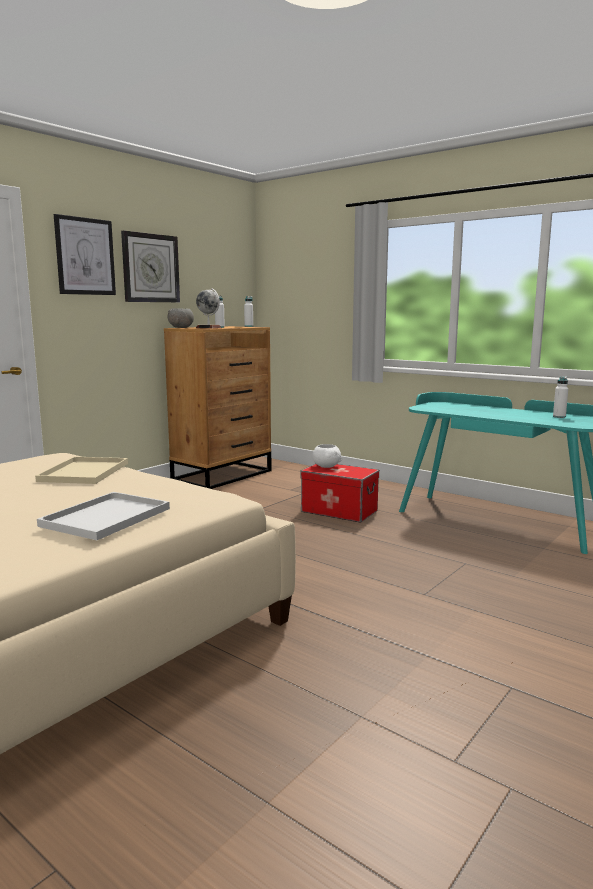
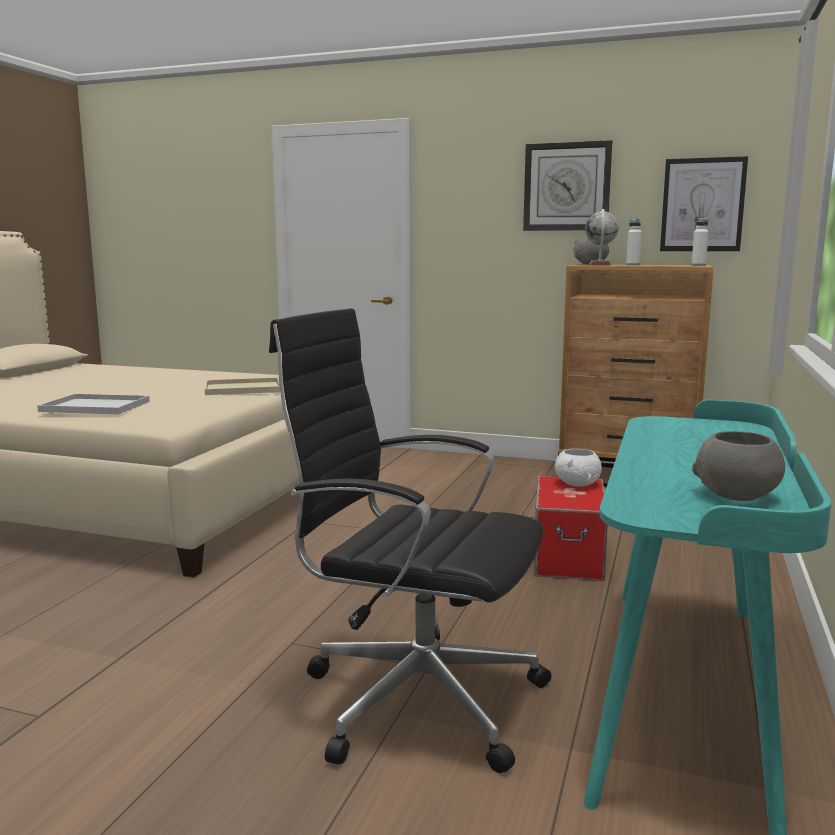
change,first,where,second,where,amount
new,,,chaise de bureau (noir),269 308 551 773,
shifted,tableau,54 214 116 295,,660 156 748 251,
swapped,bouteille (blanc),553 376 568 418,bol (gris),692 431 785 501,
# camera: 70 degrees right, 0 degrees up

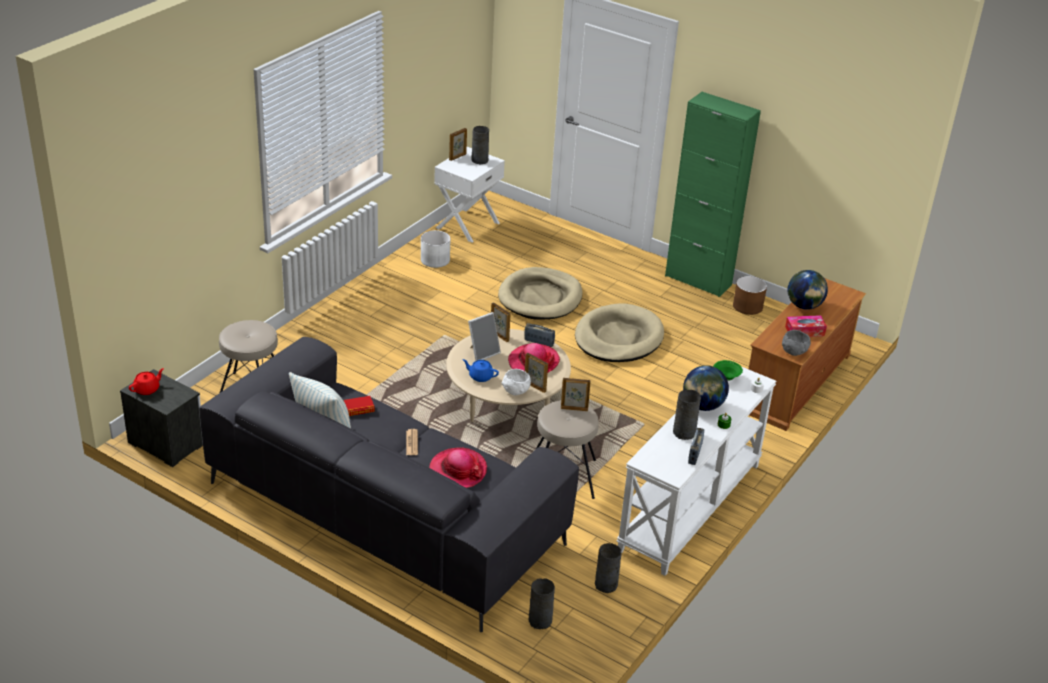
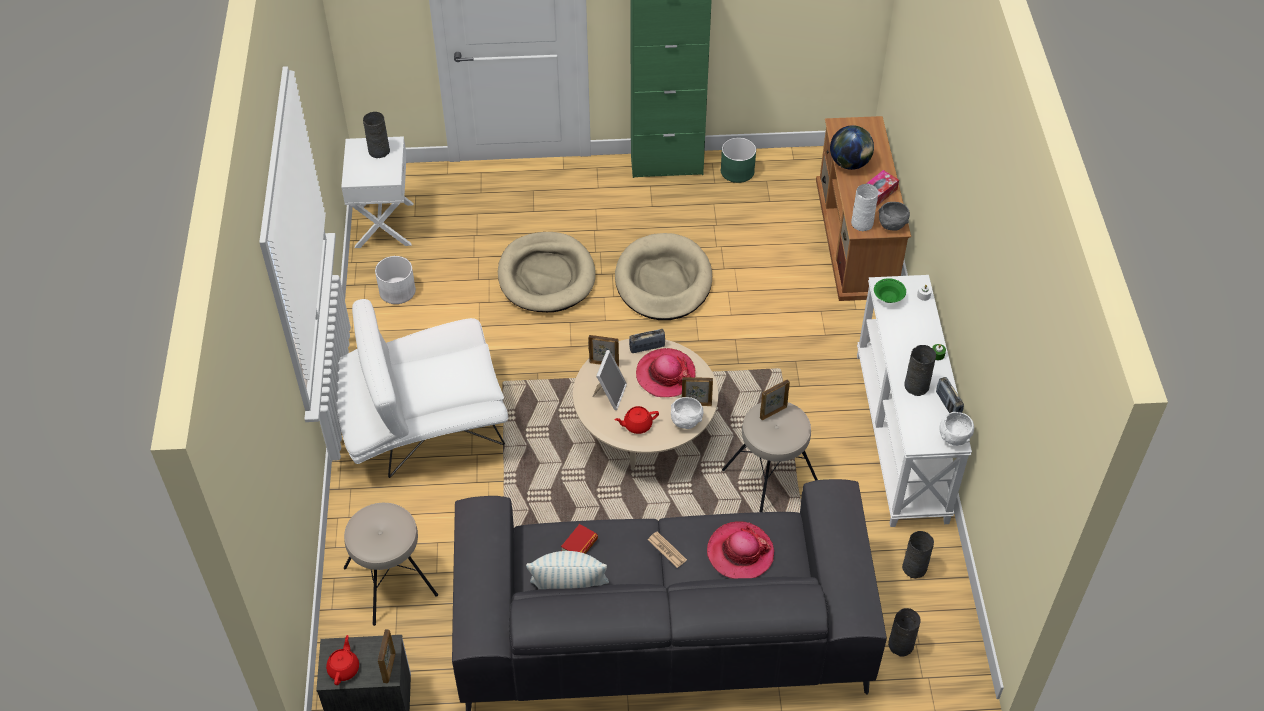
change,first,where,second,where,amount
new,,,fauteuil (blanc),336 299 509 478,
shifted,cadre photo,449 128 467 161,,378 629 396 683,
repainted,théière (bleu),462 359 499 382,théière (rouge),614 406 659 434,
repainted,cache-pot (marron),733 276 767 315,cache-pot (vert),721 137 756 183,
new,,,vase (blanc),851 184 878 231,
new,,,bol (blanc),939 412 974 446,
gone,globe,683 365 729 411,,,
# camera: 35 degrees left, 15 degrees up

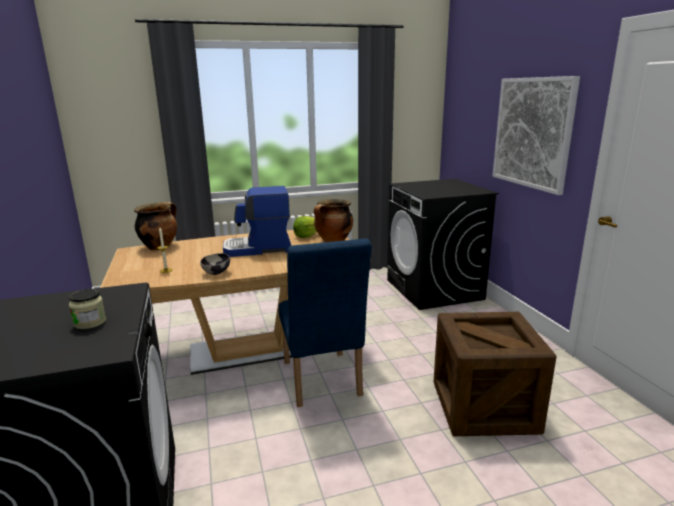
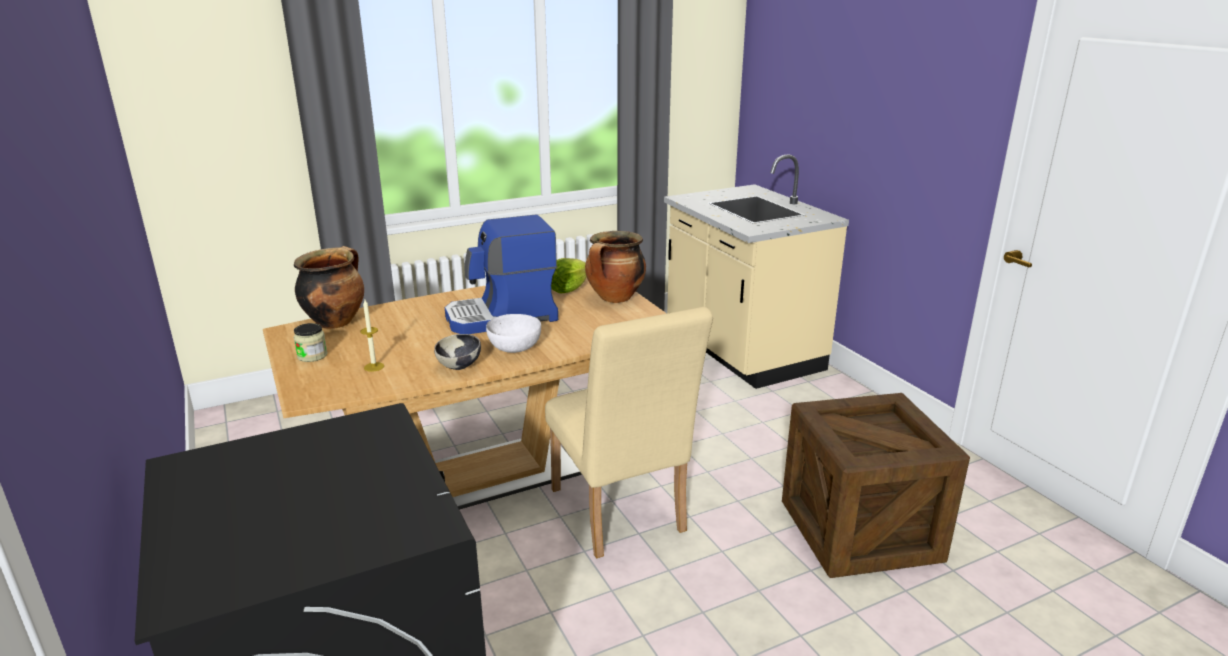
change,first,where,second,where,amount
shifted,bocal,69 289 106 329,,293 323 328 362,
new,,,bol (blanc),486 314 541 353,
repainted,chaise (bleu),278 238 372 407,chaise (beige),545 307 713 558,
swapped,lave-linge (noir),387 179 499 310,comptoir de cuisine (beige),664 154 849 389,
gone,tableau,493 76 580 195,,,
# camera: 10 degrees left, 5 degrees up

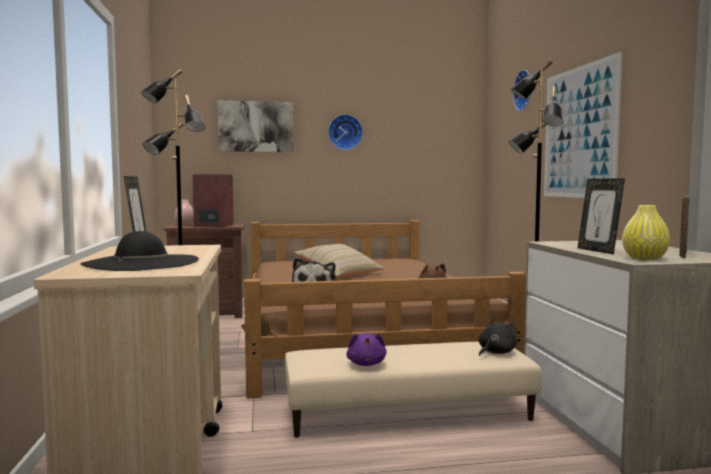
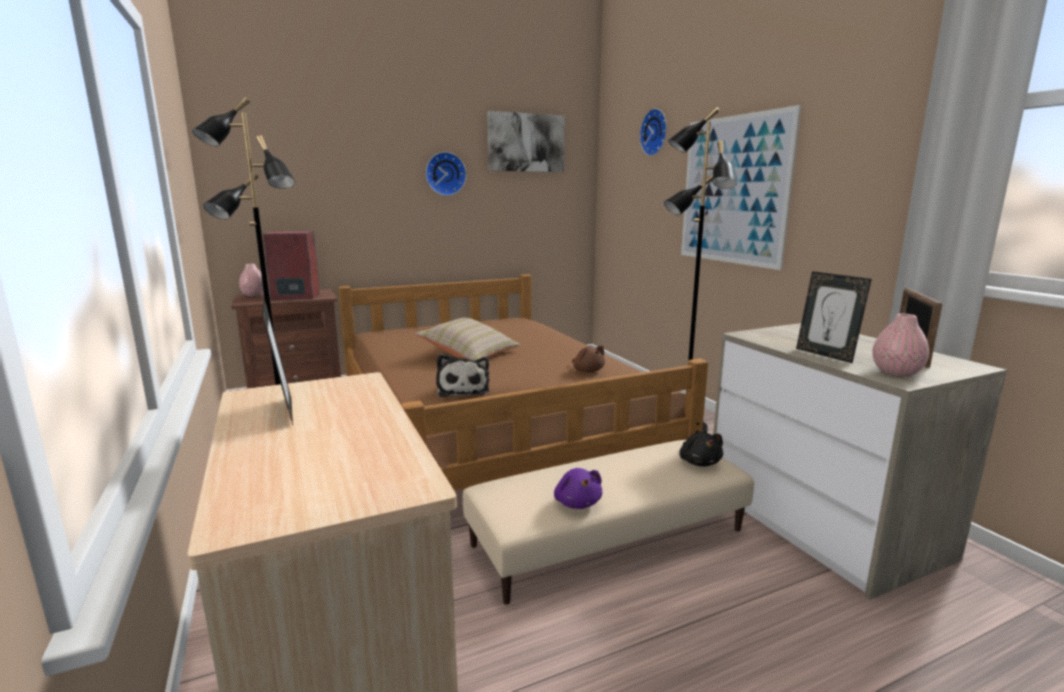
change,first,where,second,where,amount
shifted,tableau,217 101 294 152,,487 111 565 172,
rotated,peluche (noir),478 318 517 356,,679 432 723 467,135 degrees clockwise
repainted,vase (jaune),622 205 670 260,vase (rose),872 314 929 377,
gone,chapeau (noir),81 231 199 271,,,
# camera: 15 degrees left, 10 degrees up

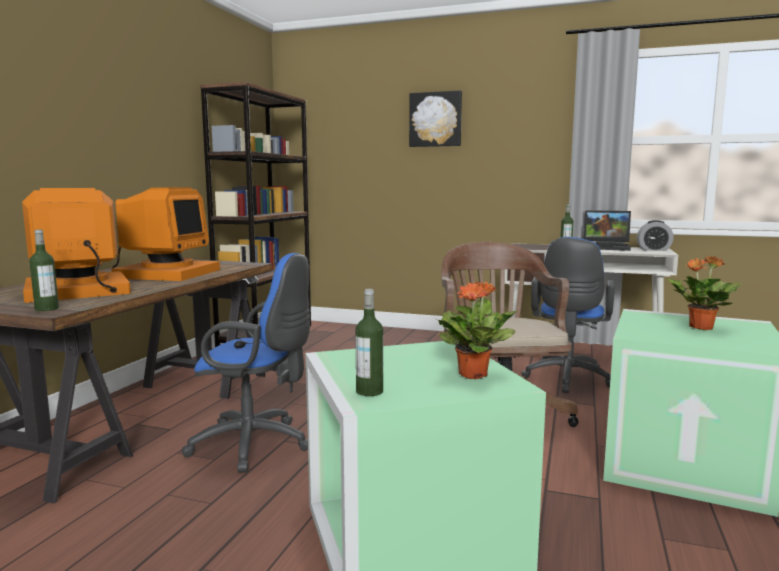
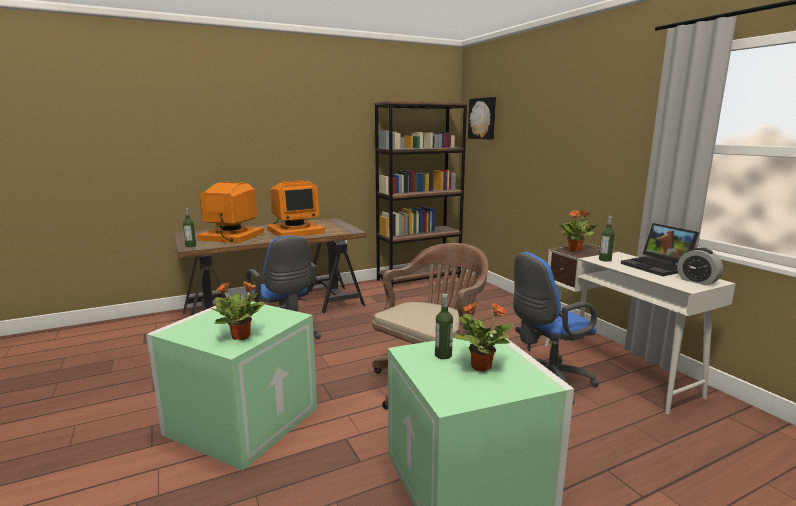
change,first,where,second,where,amount
shifted,bouteille,355 289 383 396,,435 294 453 359,
shifted,tableau,409 90 462 147,,468 97 496 140,
new,,,plante en pot,558 210 599 252,
# camera: 45 degrees right, 5 degrees up

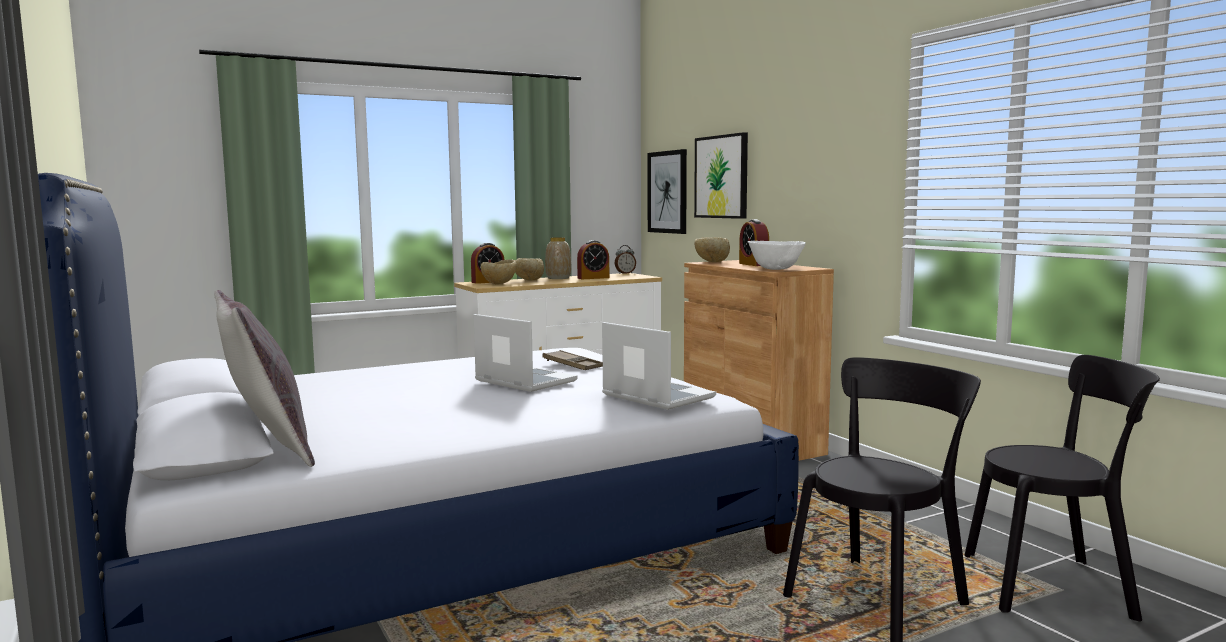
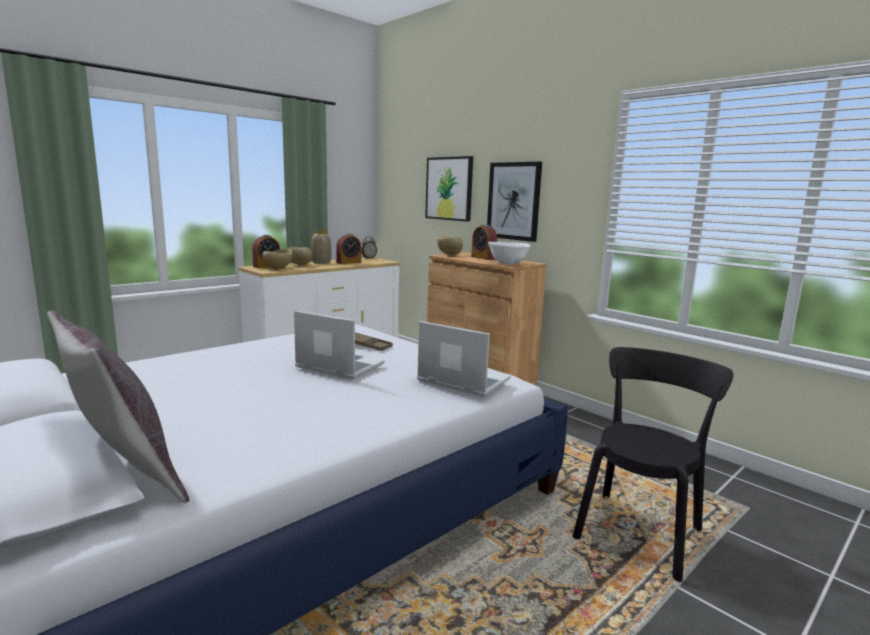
change,first,where,second,where,amount
shifted,tableau,647 149 687 234,,487 162 542 242,
gone,chaise (noir),965 355 1160 622,,,
# camera: 15 degrees left, 5 degrees up

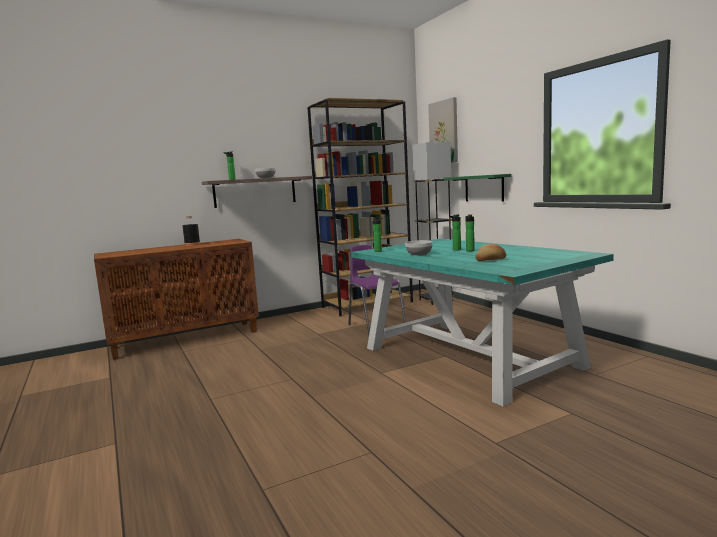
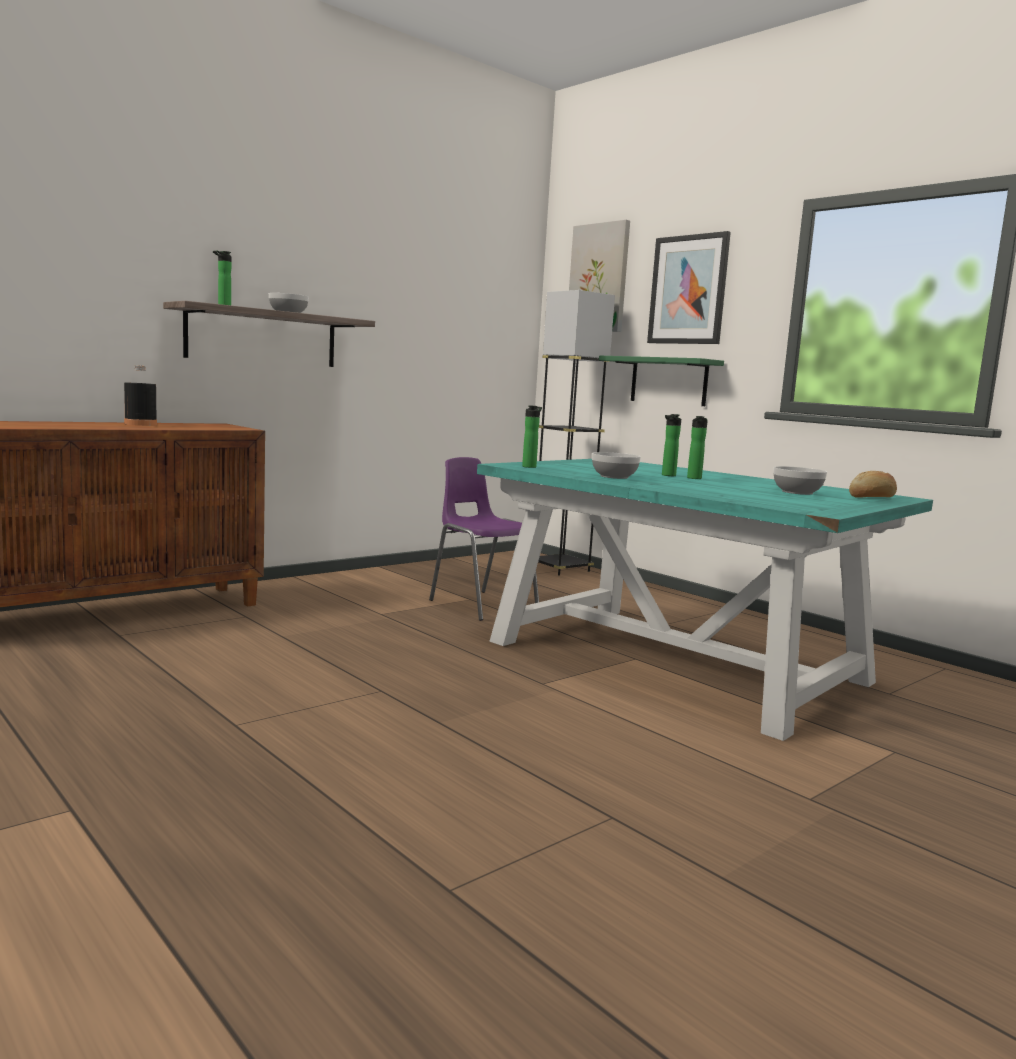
change,first,where,second,where,amount
new,,,tableau,647 231 731 344,
new,,,bol,773 466 827 495,
shifted,pain,476 244 506 261,,849 471 897 498,
gone,bibliothèque (marron),307 98 413 316,,,
# camera: 15 degrees left, 0 degrees up

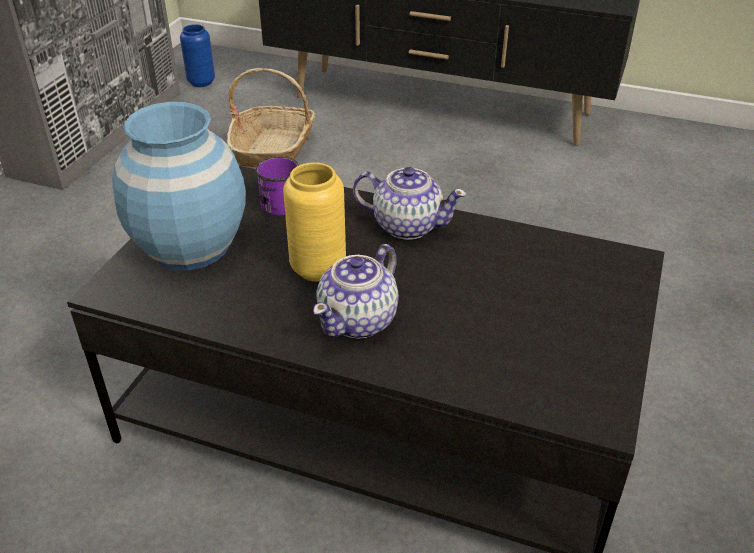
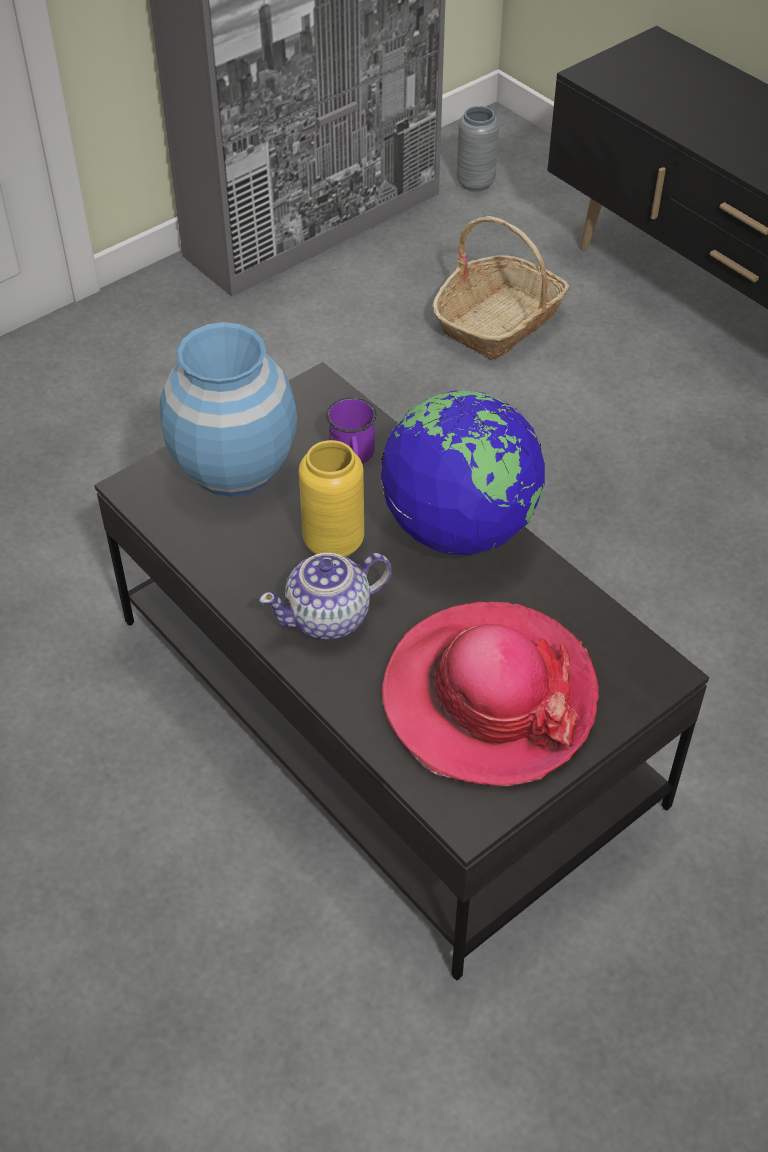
change,first,where,second,where,amount
swapped,théière,353 167 467 240,globe,380 390 545 555,
new,,,chapeau,382 601 599 786,
repainted,vase (bleu),180 24 215 87,vase (gris),456 106 499 192,
# camera: 30 degrees right, 10 degrees up

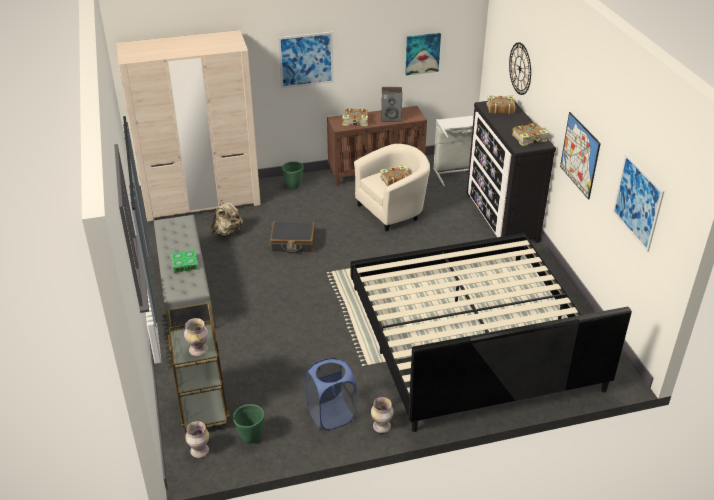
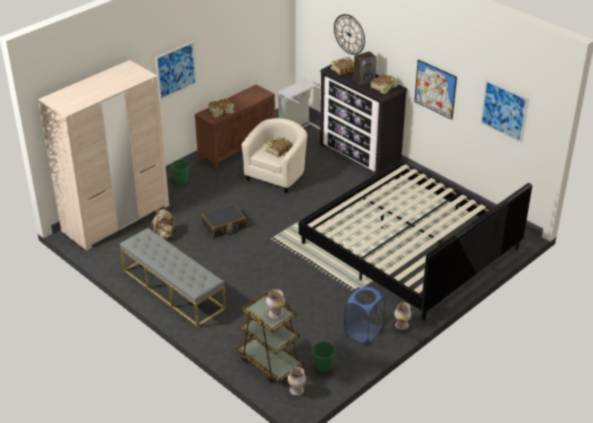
change,first,where,second,where,amount
shifted,enceinte,381 87 402 122,,354 51 377 86,
gone,livre,171 250 198 273,,,
gone,tableau,405 33 441 76,,,
# camera: 30 degrees left, 0 degrees up

